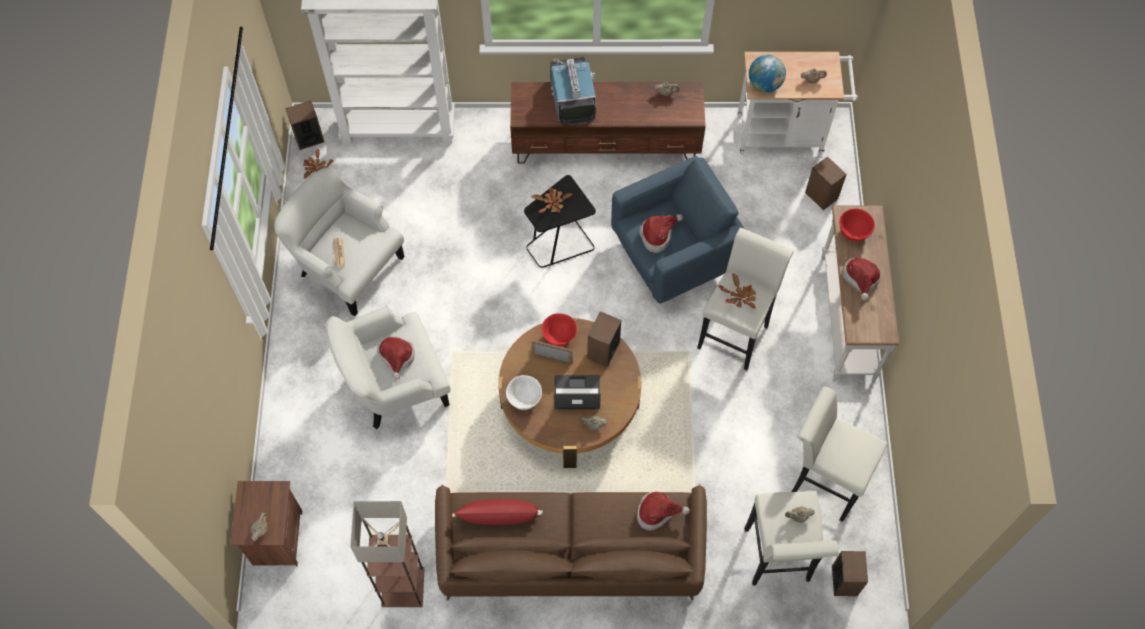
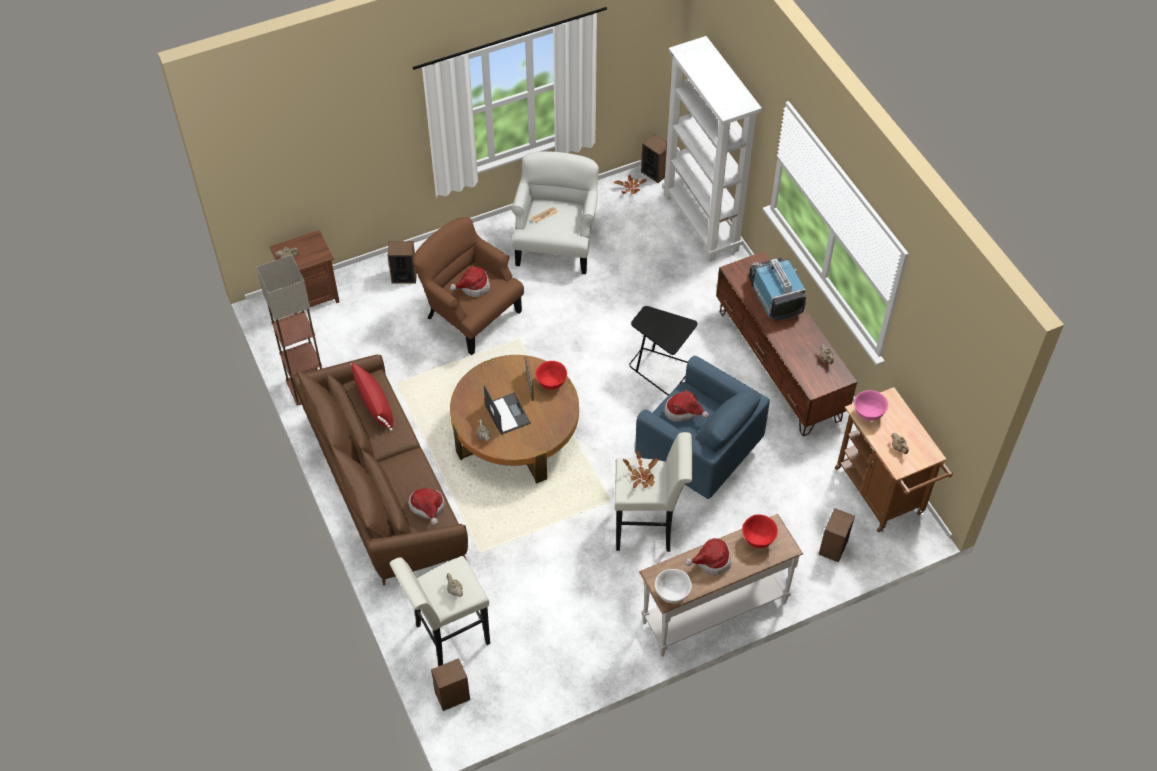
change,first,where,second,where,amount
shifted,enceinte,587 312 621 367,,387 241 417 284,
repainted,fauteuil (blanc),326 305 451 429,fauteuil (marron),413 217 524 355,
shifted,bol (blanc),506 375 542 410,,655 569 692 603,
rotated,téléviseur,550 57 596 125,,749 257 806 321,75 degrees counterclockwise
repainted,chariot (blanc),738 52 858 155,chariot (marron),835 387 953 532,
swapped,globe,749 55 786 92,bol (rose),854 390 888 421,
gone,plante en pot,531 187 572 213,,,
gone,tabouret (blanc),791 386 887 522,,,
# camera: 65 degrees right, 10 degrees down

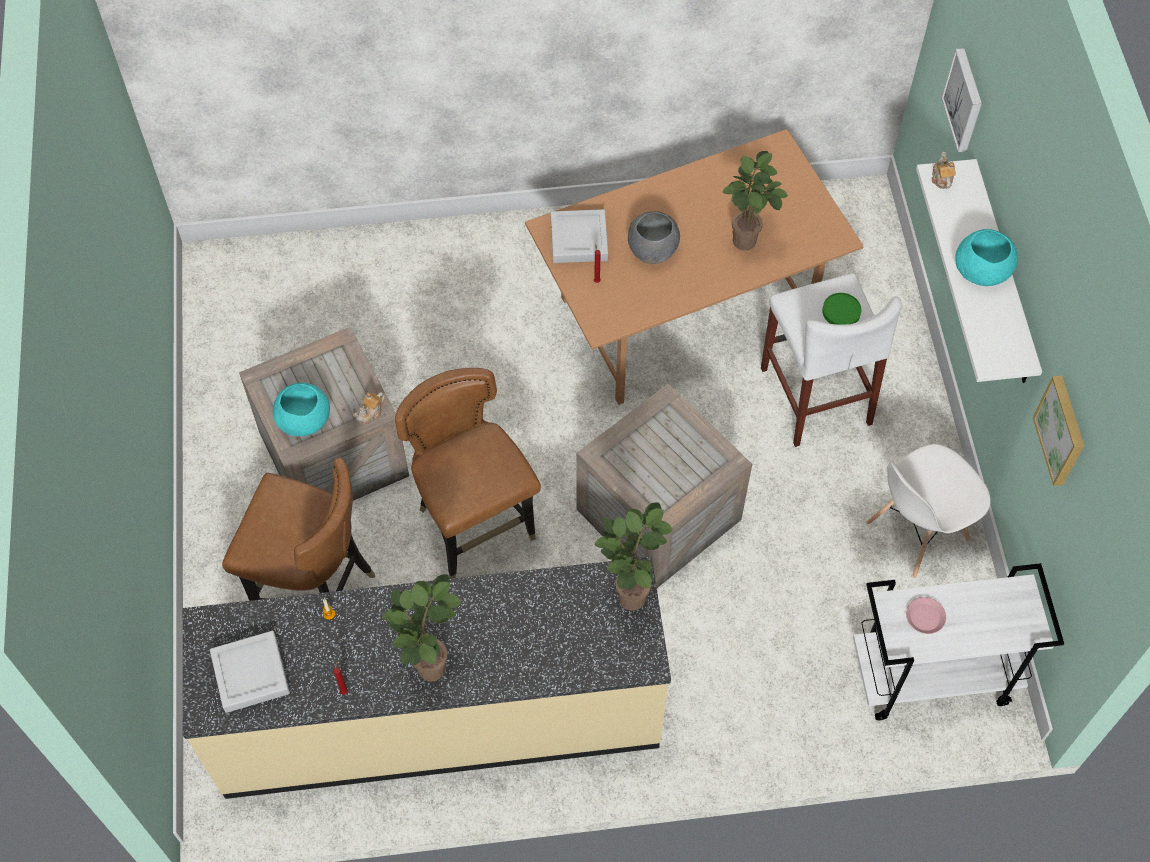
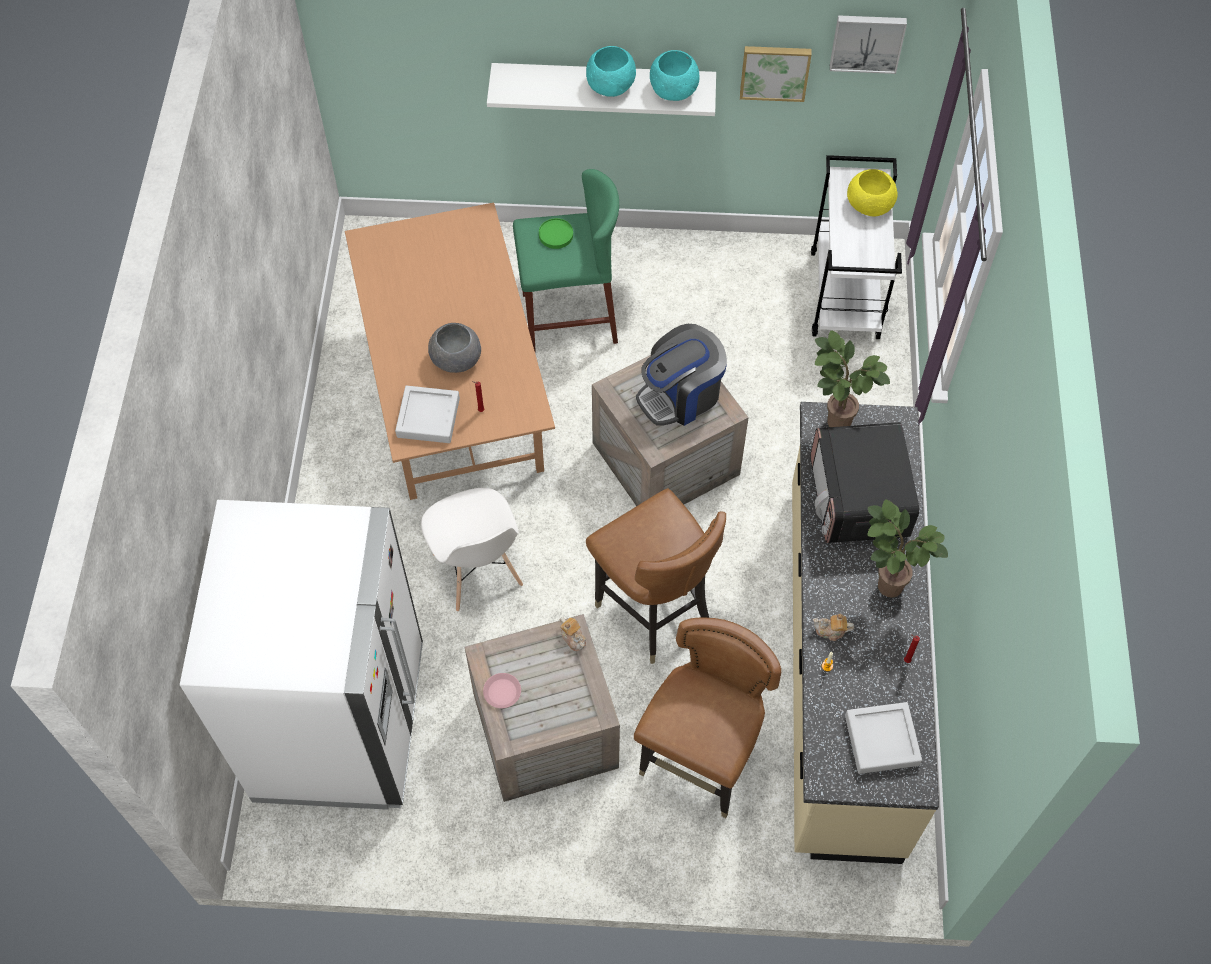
change,first,where,second,where,amount
new,,,réfrigérateur (blanc),180 500 423 810,
shifted,chaise (blanc),867 444 991 578,,421 488 523 612,
shifted,assiette (rose),906 597 946 634,,483 673 521 708,
repainted,tabouret (blanc),761 273 902 447,tabouret (vert),513 169 619 352,
rotated,chaise (marron),395 368 541 579,,586 488 726 664,105 degrees counterclockwise
new,,,machine à café,636 324 727 426,
shifted,bol (turquoise),273 383 330 436,,650 50 700 101,
new,,,micro-ondes,811 422 919 543,
shifted,théière,931 151 956 189,,813 614 854 641,
shifted,tableau,941 48 982 152,,830 15 907 74,
new,,,bol (jaune),847 169 898 216,
gone,plante en pot,722 151 788 250,,,
# camera: 80 degrees left, 0 degrees up

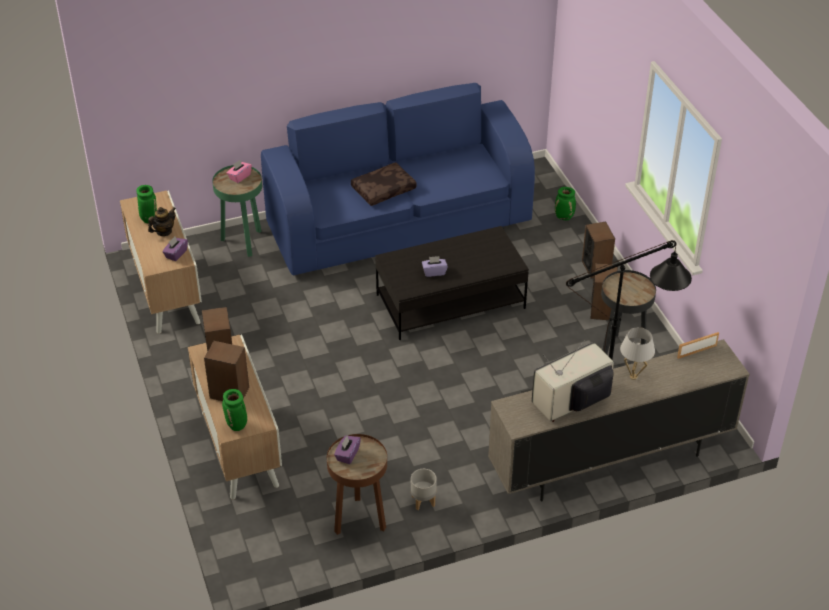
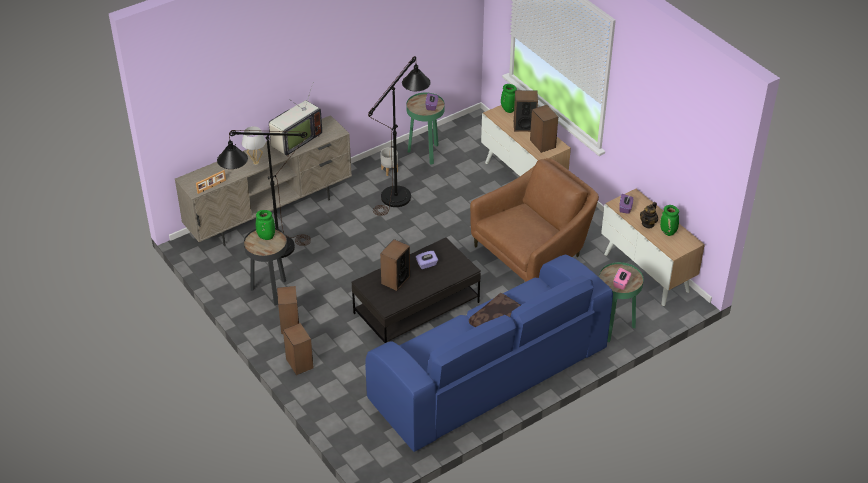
change,first,where,second,where,amount
shifted,vase (vert),555 187 576 220,,256 210 275 240,
new,,,lampadaire (noir),368 56 431 216,
new,,,enceinte,380 239 410 291,
repainted,table d'appoint (marron),327 434 387 535,table d'appoint (vert),406 92 445 165,
new,,,fauteuil (marron),470 158 599 282,
# camera: 165 degrees right, 0 degrees up

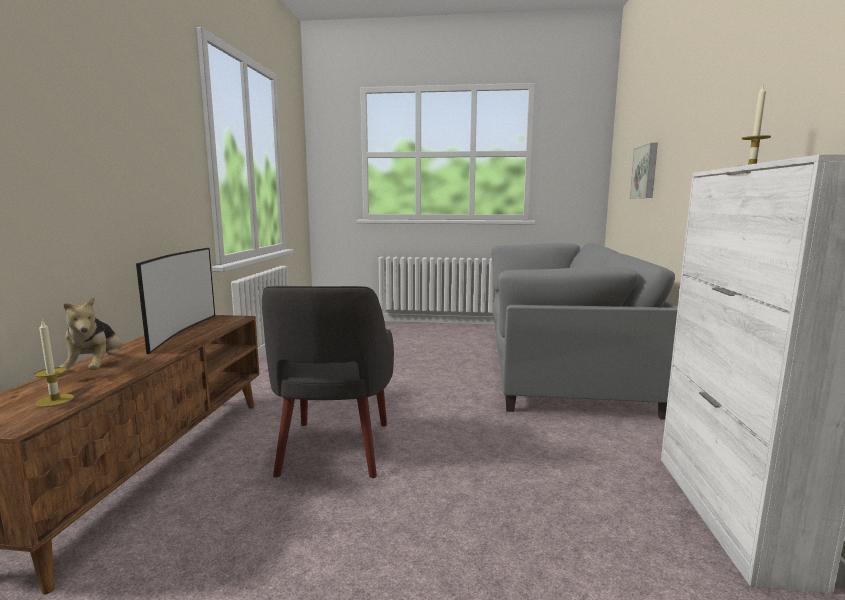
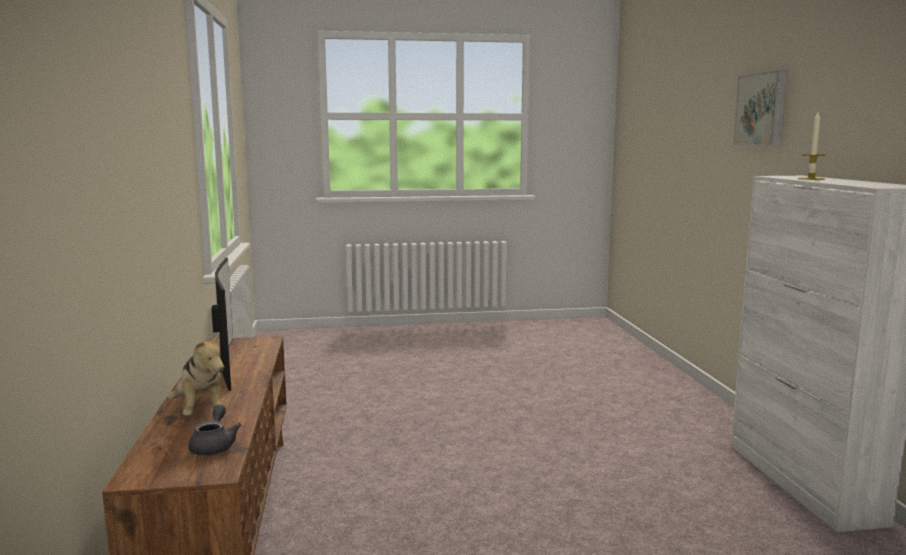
change,first,where,second,where,amount
swapped,bougie,34 319 74 407,théière (gris),188 404 241 456,
shifted,tableau,630 143 658 198,,733 70 787 146,
gone,fauteuil (gris),262 286 394 478,,,
gone,canapé (gris),491 243 678 420,,,
# camera: 15 degrees left, 0 degrees up

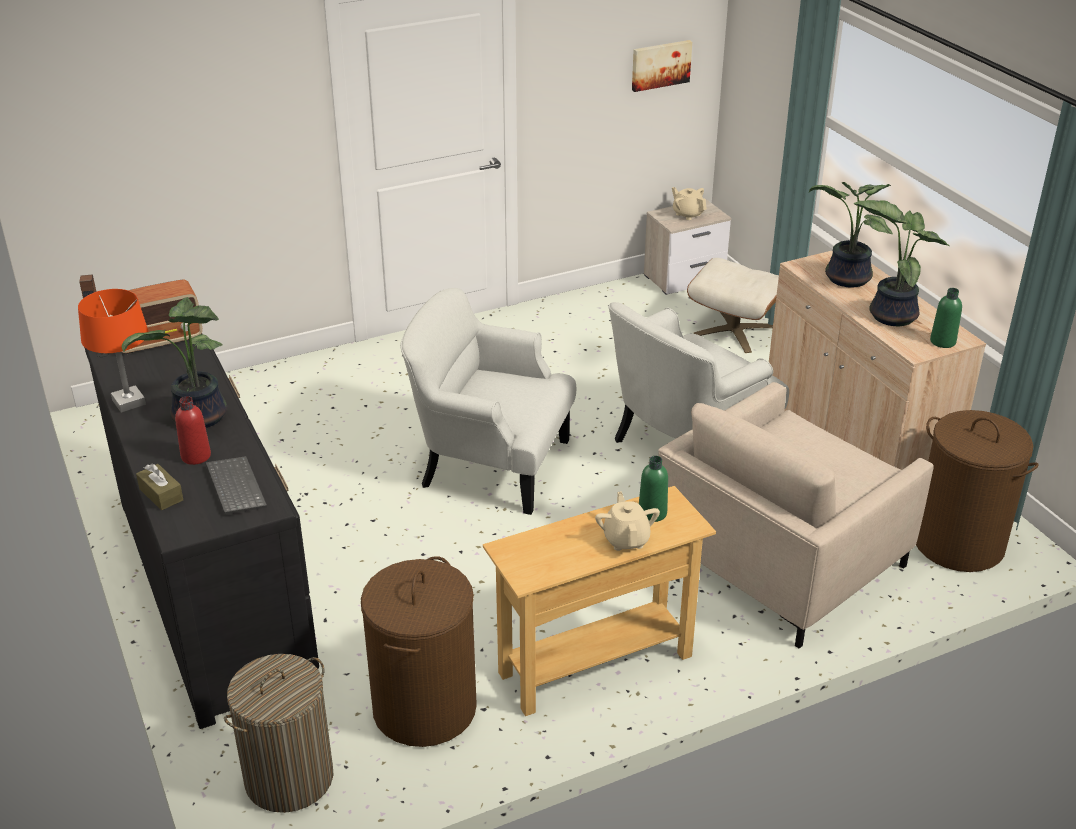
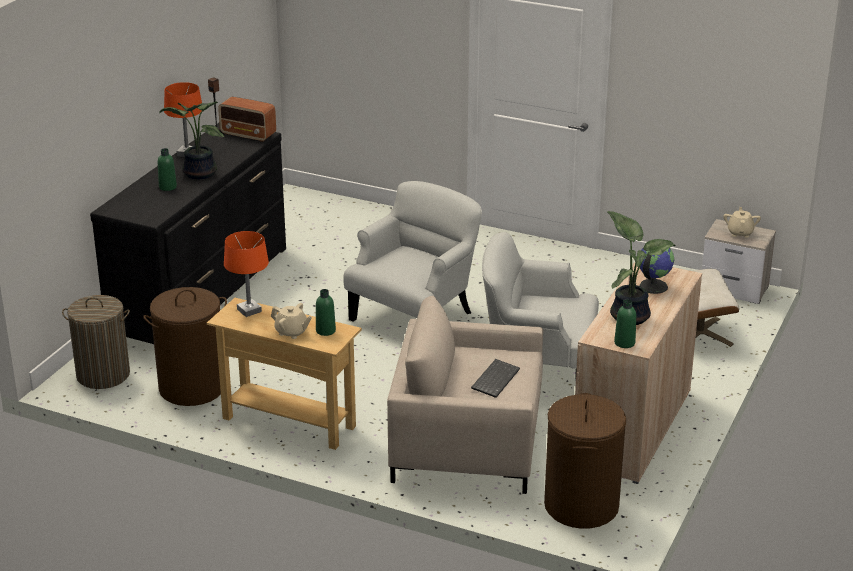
change,first,where,second,where,amount
repainted,bouteille (rouge),175 396 211 465,bouteille (vert),158 148 177 191,
new,,,lampe de table (orange),224 231 269 317,
rotated,théière (beige),595 491 660 551,,271 303 312 339,75 degrees clockwise
rotated,fauteuil (blanc),401 288 576 515,,343 181 482 321,60 degrees clockwise
shifted,clavier,206 456 267 515,,471 359 520 398,
swapped,plante en pot,809 182 893 288,globe,640 248 674 294,
gone,boîte à mouchoirs (marron),136 464 183 510,,,
gone,tableau,632 40 692 92,,,
# camera: 50 degrees right, 5 degrees down

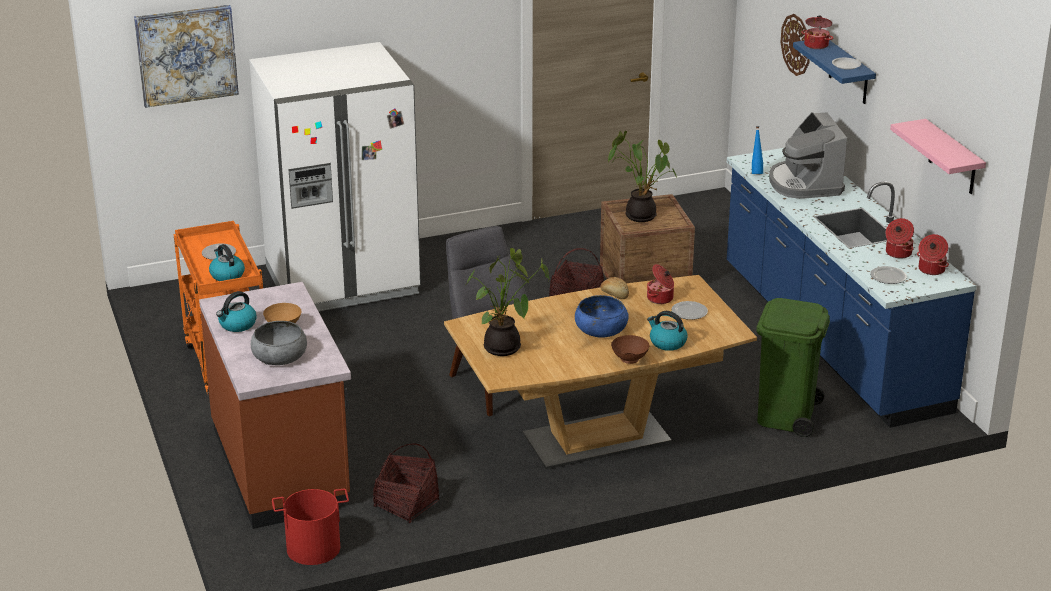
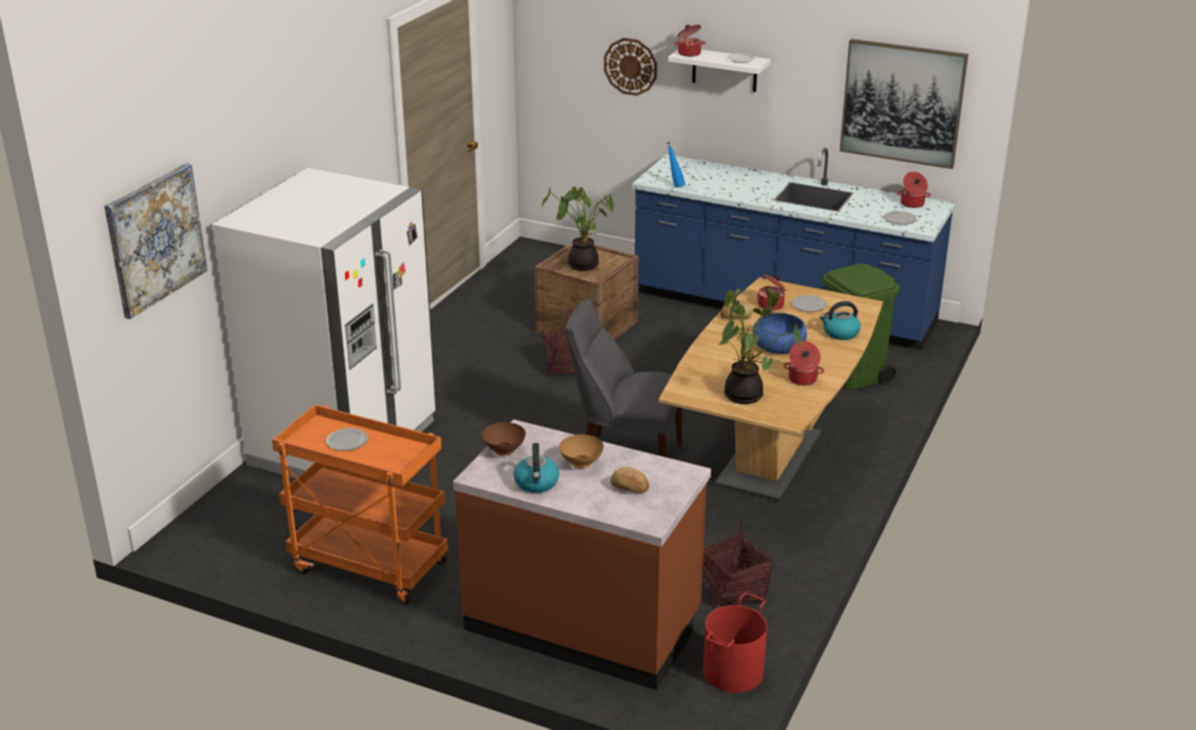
change,first,where,second,where,amount
shifted,bol (marron),611 335 649 364,,482 422 526 456,
swapped,bol (gris),251 321 307 365,pain,611 467 649 493,
repainted,étagère (bleu),793 40 876 104,étagère (blanc),668 50 771 92,
shifted,marmite,886 218 914 259,,783 341 824 385,
swapped,étagère (rose),890 119 986 194,tableau,840 39 968 169,
gone,bouilloire,209 244 245 281,,,
gone,machine à café,769 112 847 199,,,
# camera: 45 degrees left, 0 degrees up

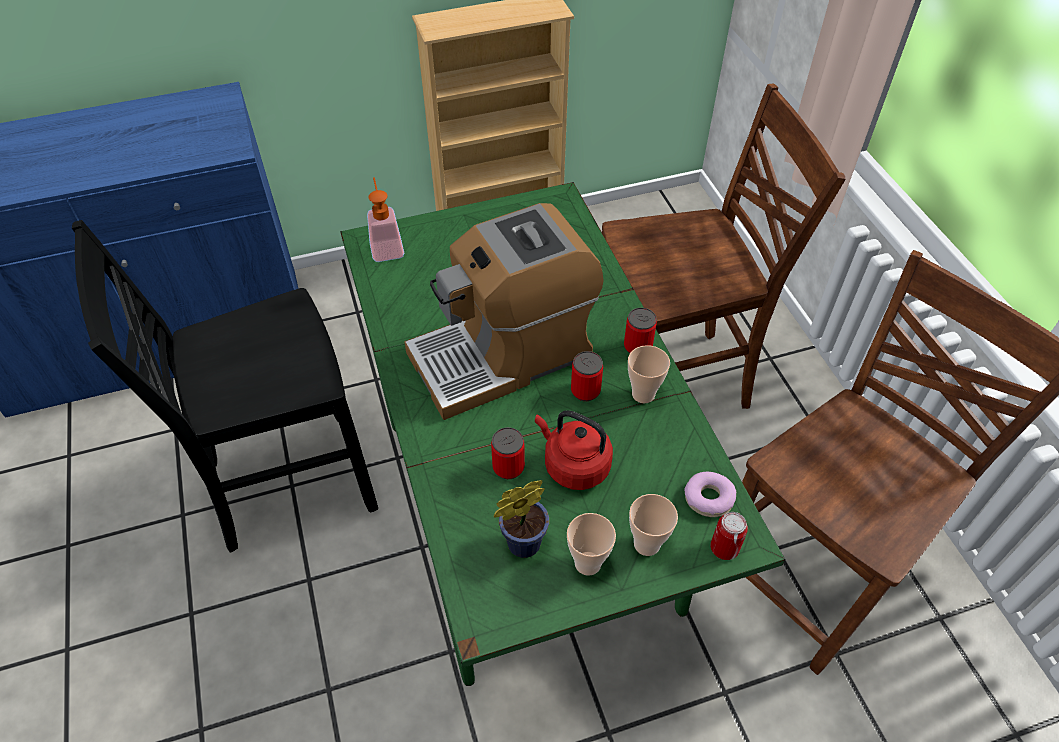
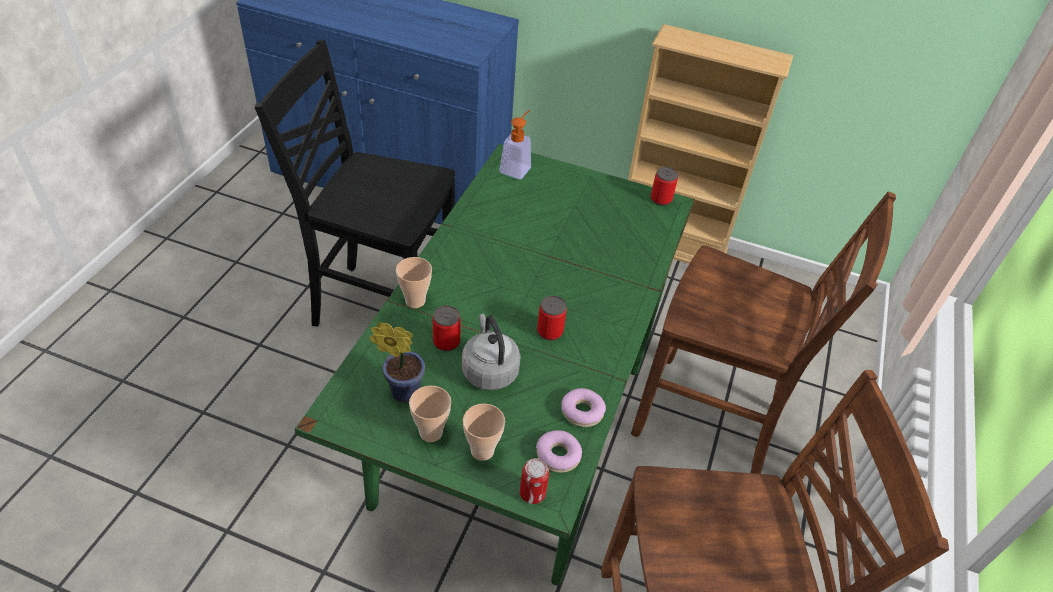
change,first,where,second,where,amount
shifted,tasse,628 345 670 403,,396 257 432 308,
repainted,bouilloire (rouge),535 410 613 490,bouilloire (gris),462 314 521 390,
new,,,beignet,561 388 606 427,
shifted,boîte métallique,624 308 657 354,,651 167 678 206,
gone,machine à café,404 203 604 420,,,
# camera: 35 degrees right, 5 degrees down

